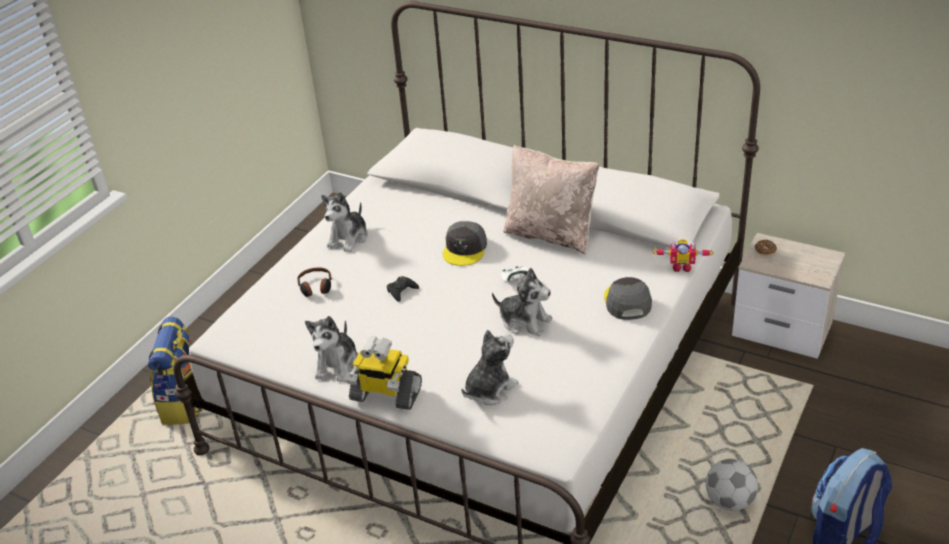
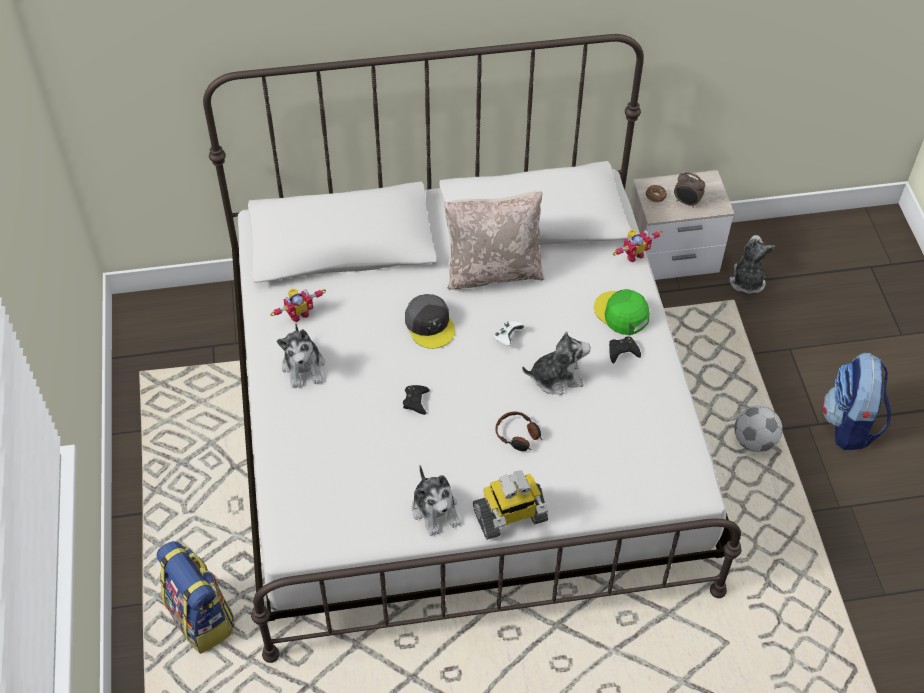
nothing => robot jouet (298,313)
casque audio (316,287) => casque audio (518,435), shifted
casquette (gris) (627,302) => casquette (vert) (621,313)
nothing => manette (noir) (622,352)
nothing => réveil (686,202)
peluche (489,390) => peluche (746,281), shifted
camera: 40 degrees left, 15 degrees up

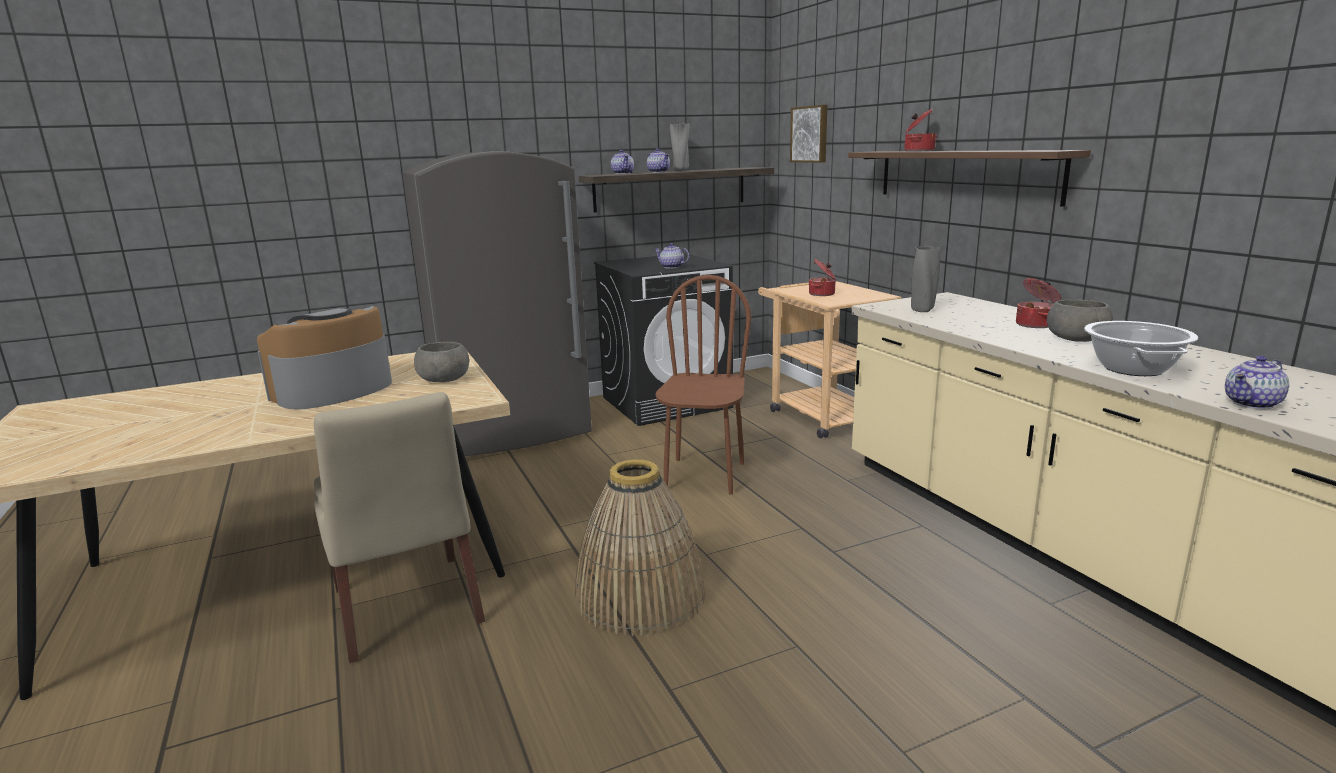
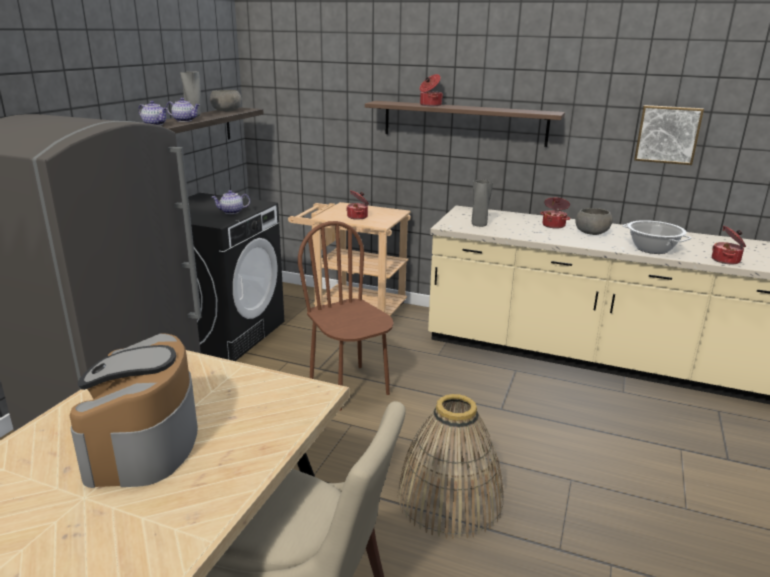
bol (gris) (444,379) => bol (gris) (226,110), shifted
tableau (810,134) => tableau (667,134), shifted
théière (1253,404) => marmite (726,260)
camera: 45 degrees left, 5 degrees up

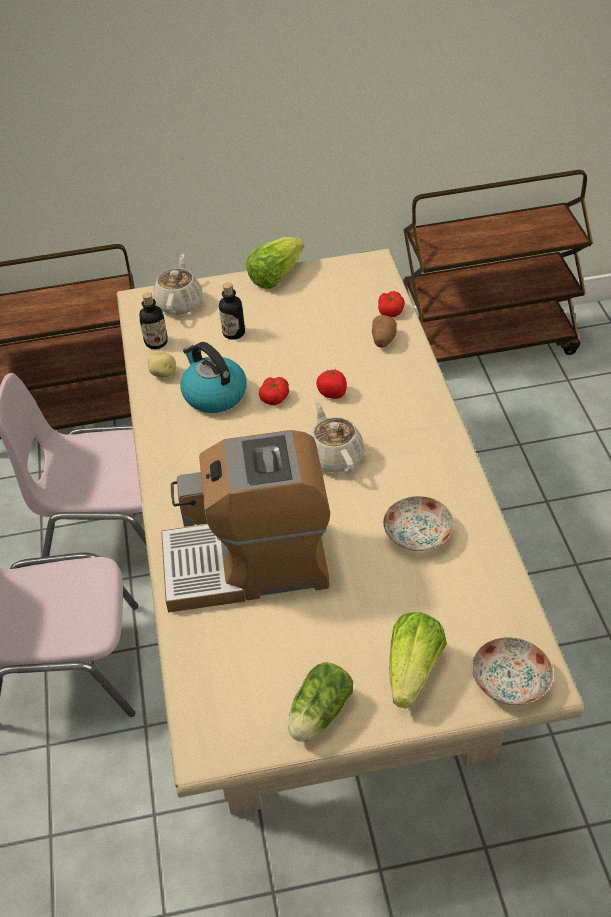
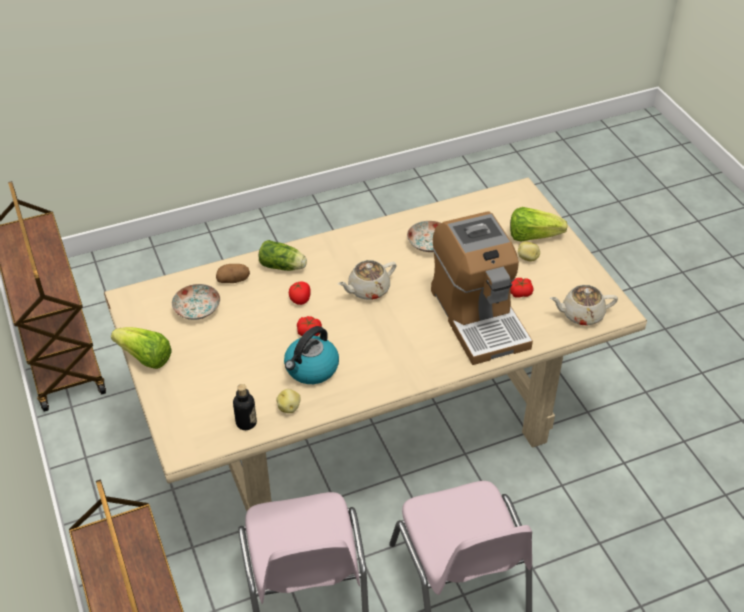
assiette (509,681) => assiette (197,309), shifted
laitue (318,716) => laitue (283,267), shifted
tomate (391,311) => tomate (520,292), shifted
nothing => pomme de terre (528,258)
théière (beige) (179,303) => théière (beige) (581,314), shifted
bouteille (234,333) => nothing
camera: 105 degrees left, 0 degrees up

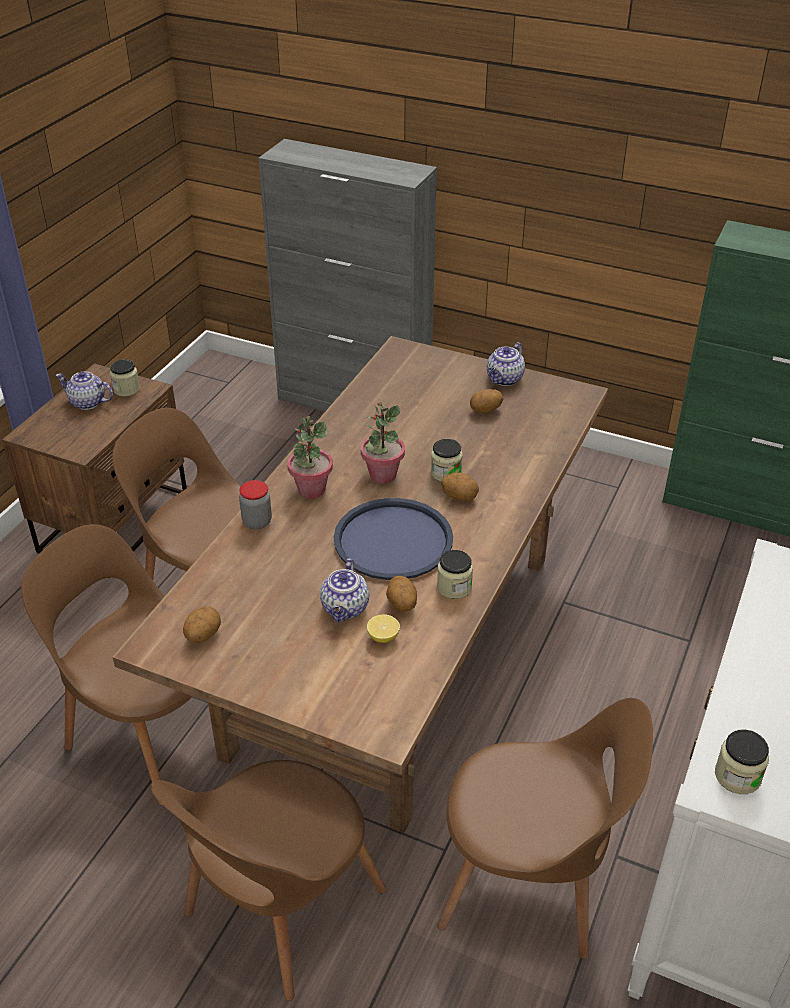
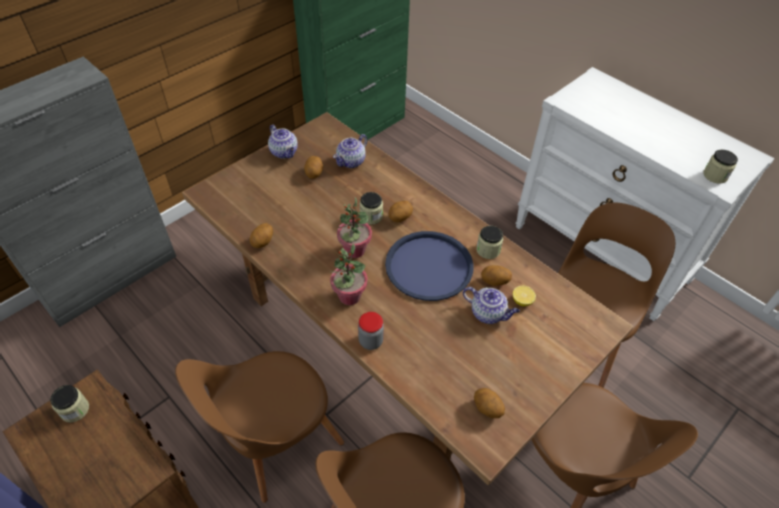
nothing => pomme de terre (263,242)
théière (88,403) => théière (351,161), shifted
camera: 70 degrees left, 10 degrees up

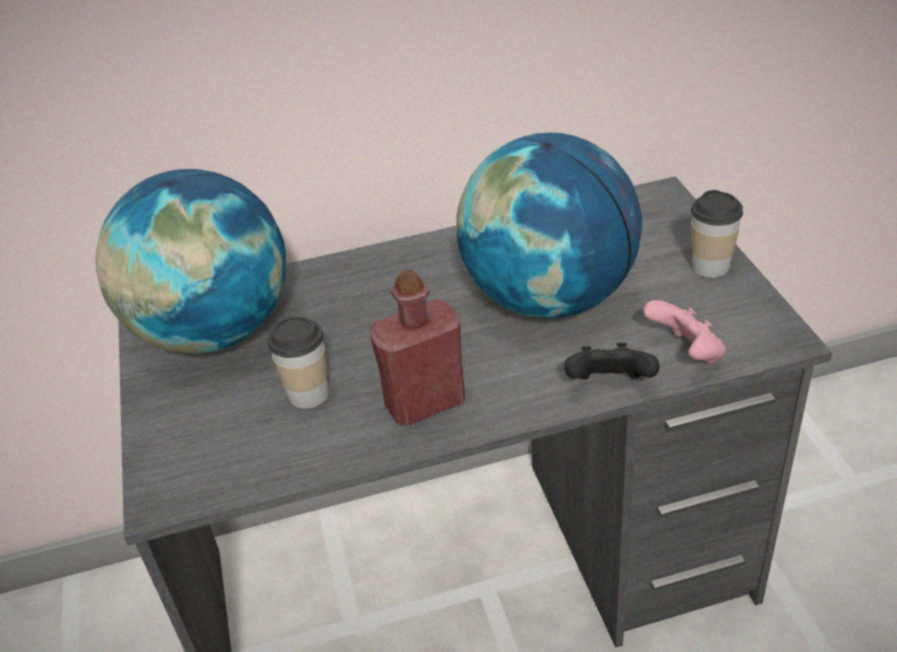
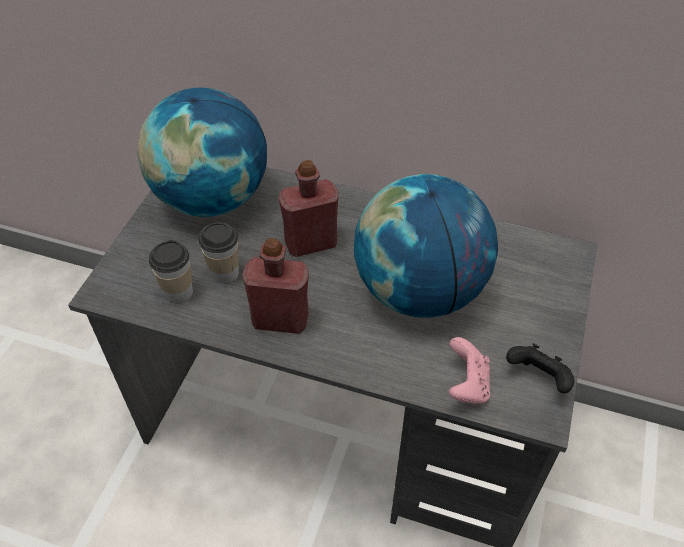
tasse (710,266) => tasse (178,292), shifted
nothing => bouteille (rouge) (311,243)
manette (noir) (609,385) => manette (noir) (538,378), shifted
camera: 30 degrees right, 10 degrees up

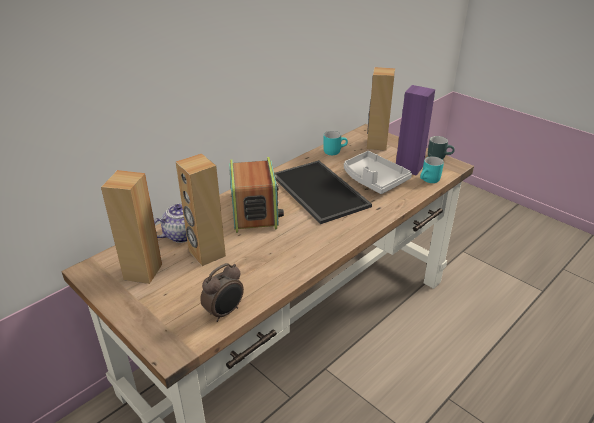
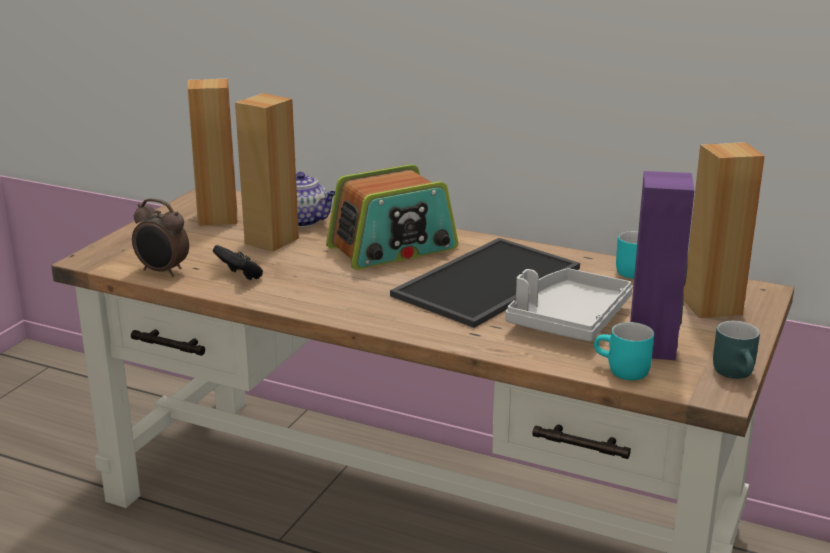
nothing => manette (noir) (240,276)
camera: 70 degrees right, 10 degrees down

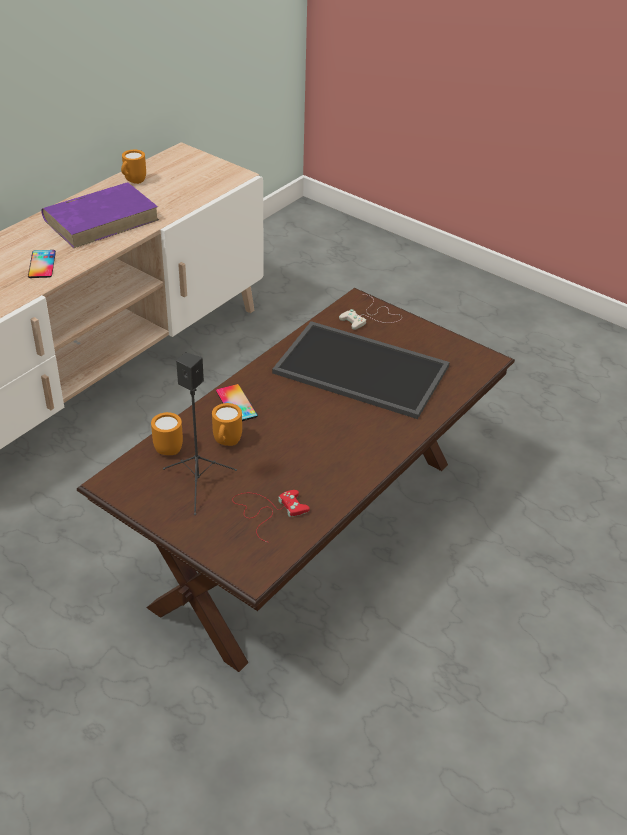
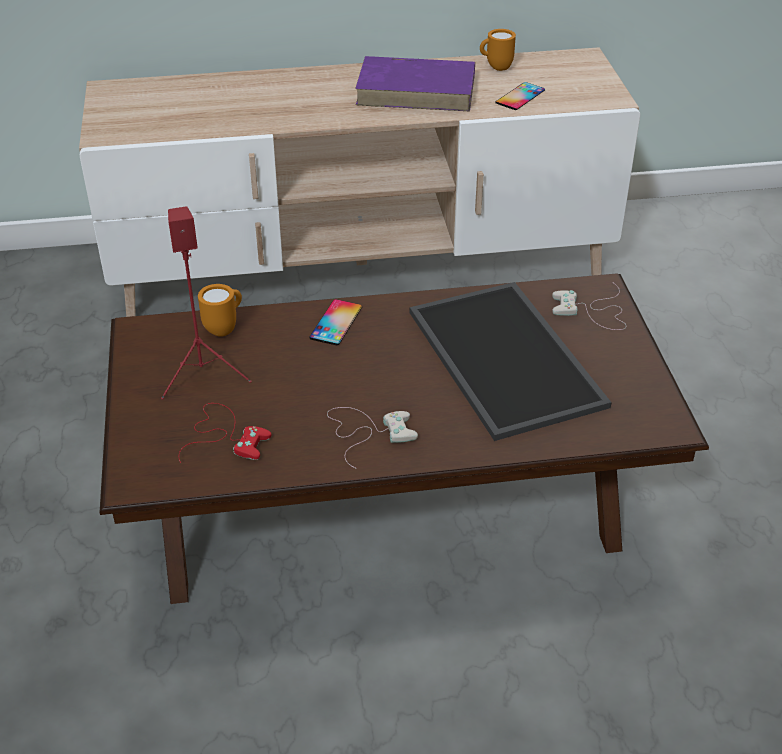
enceinte (noir) (199,483) => enceinte (rouge) (203,374)
nothing => manette (blanc) (367,432)
téléphone (42,264) => téléphone (520,96), shifted
mug (orange) (226,443) => nothing
camera: 45 degrees right, 0 degrees up

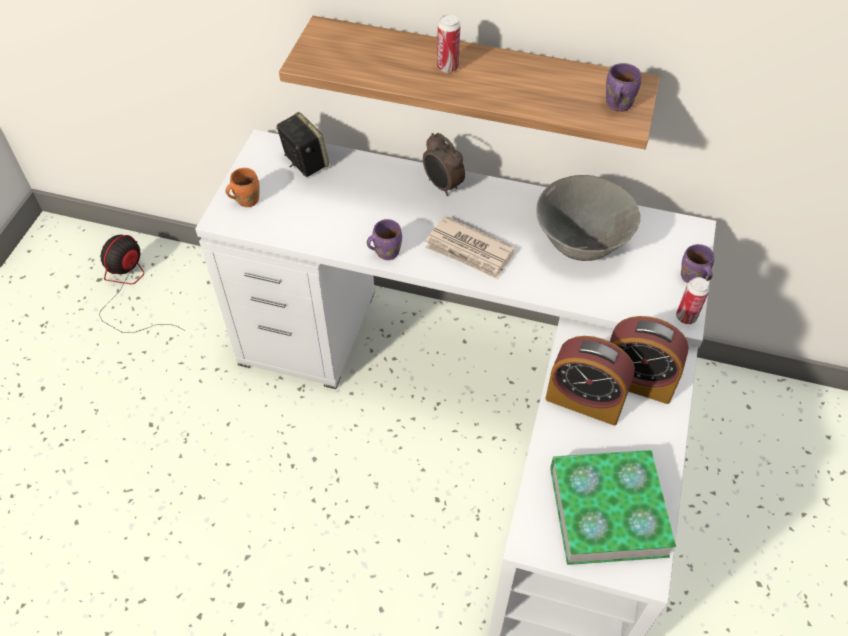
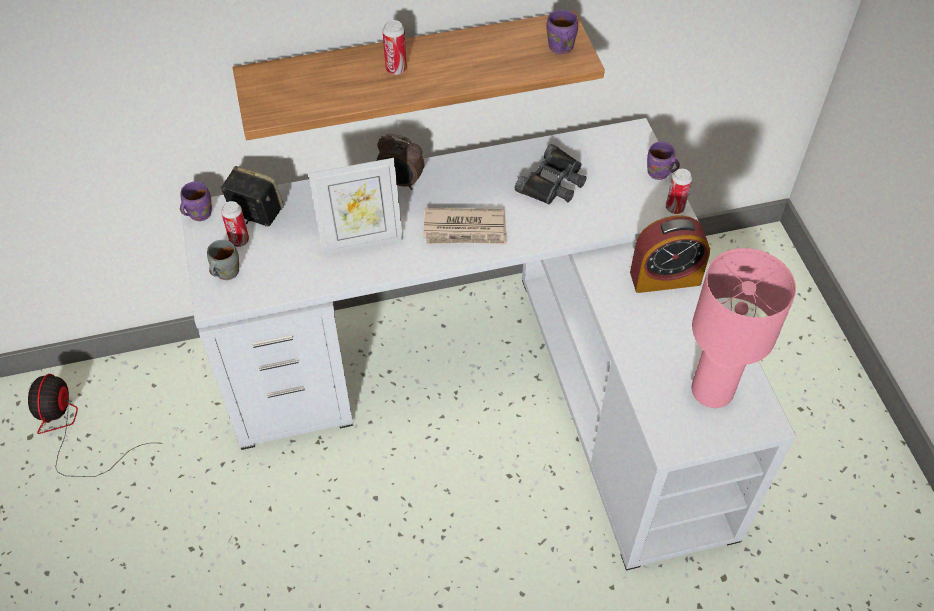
mug (violet) (385,251) => mug (violet) (198,213), shifted
mug (orange) (246,199) => mug (gris) (225,272)
nothing => boîte métallique (239,240)
nothing => cadre photo (361,241)
bol (gris) (581,243) => jumelles (noir) (553,182)
livre (608,511) => lampe de table (rose) (710,390)
réveil (584,400) => nothing
camera: 30 degrees left, 0 degrees up

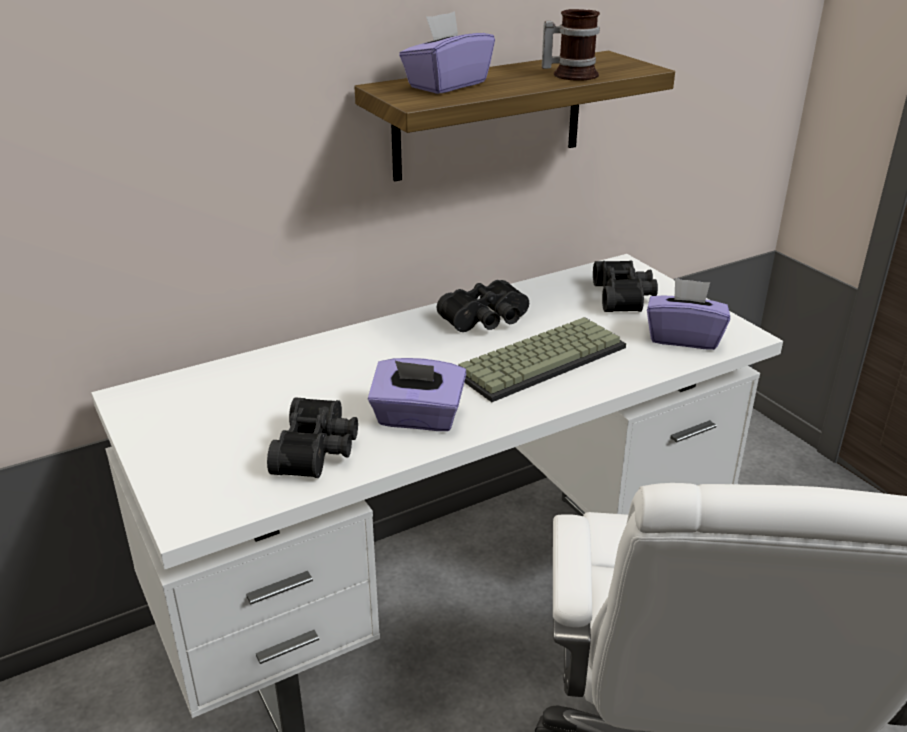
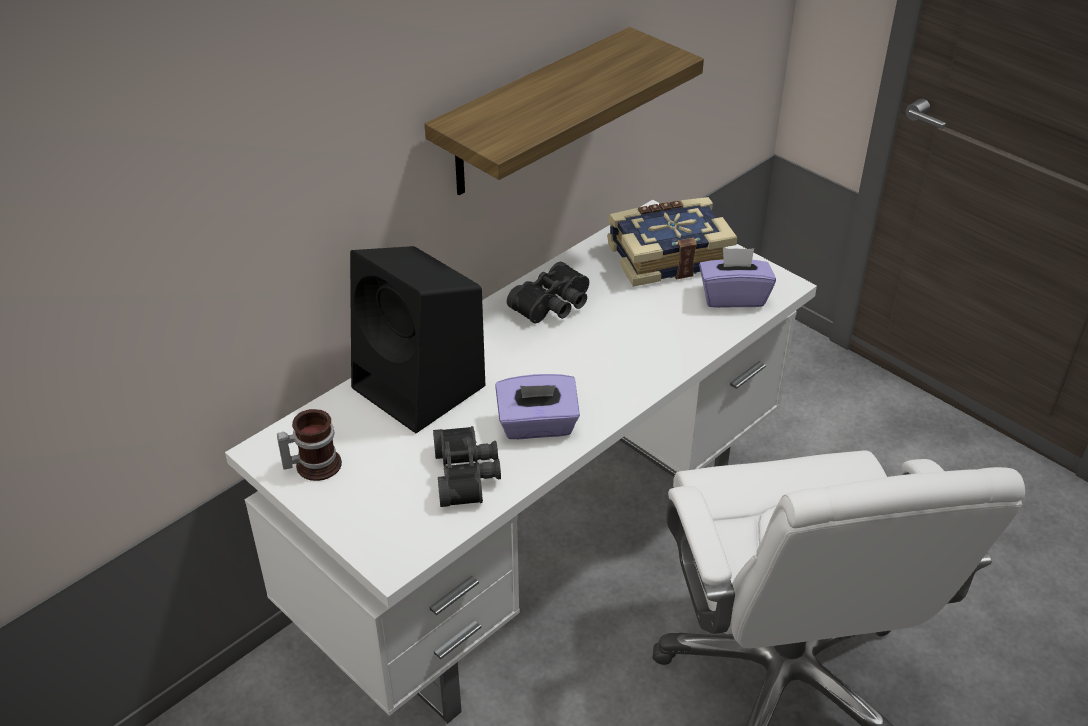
mug (570,74) => mug (313,464), shifted
nothing => enceinte (noir) (422,388)
jumelles (noir) (625,297) => livre (668,256)
boîte à mouchoirs (violet) (446,85) => nothing
clavier (541,359) => nothing
camera: 15 degrees left, 10 degrees up

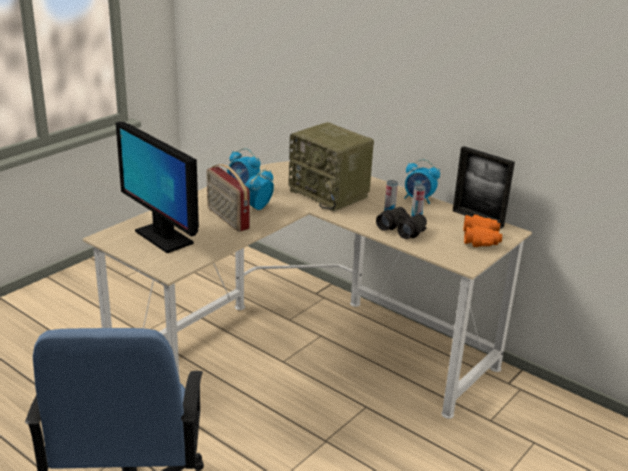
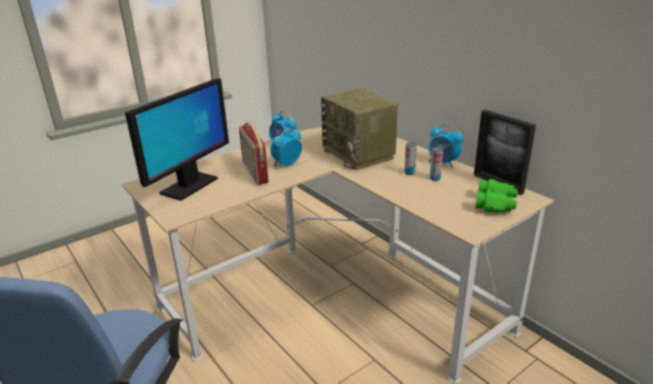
écran d'ordinateur (163,237) => écran d'ordinateur (189,186), 120 degrees counterclockwise
jumelles (orange) (481,239) => jumelles (vert) (495,204)
jumelles (noir) (402,229) => nothing
camera: 15 degrees right, 0 degrees up

